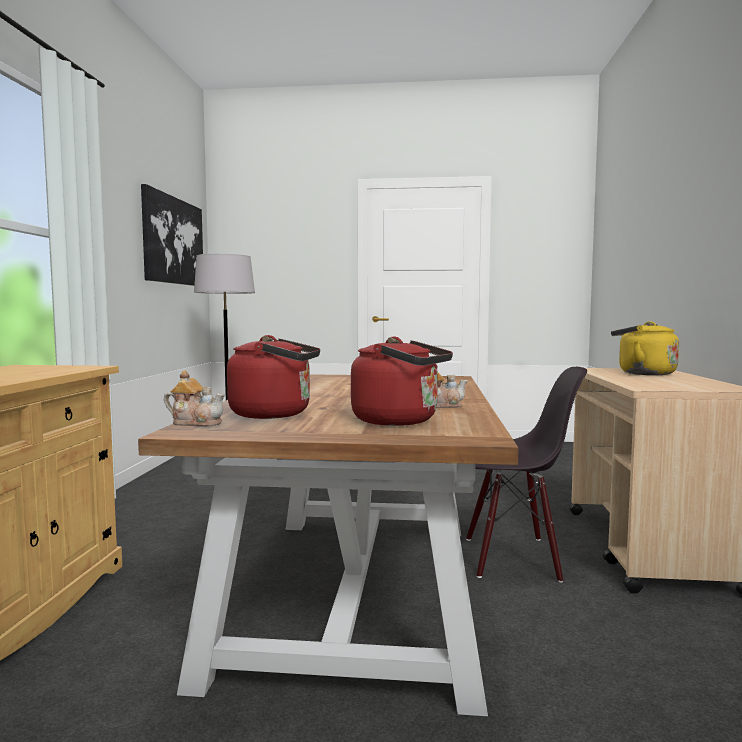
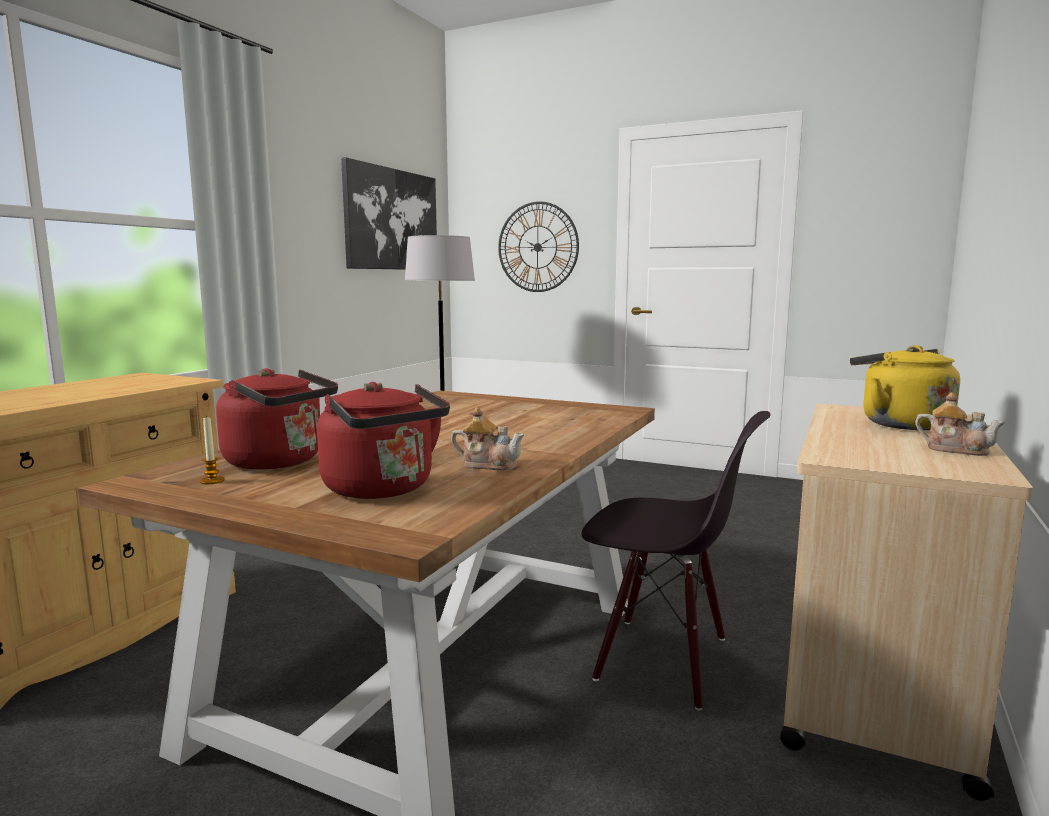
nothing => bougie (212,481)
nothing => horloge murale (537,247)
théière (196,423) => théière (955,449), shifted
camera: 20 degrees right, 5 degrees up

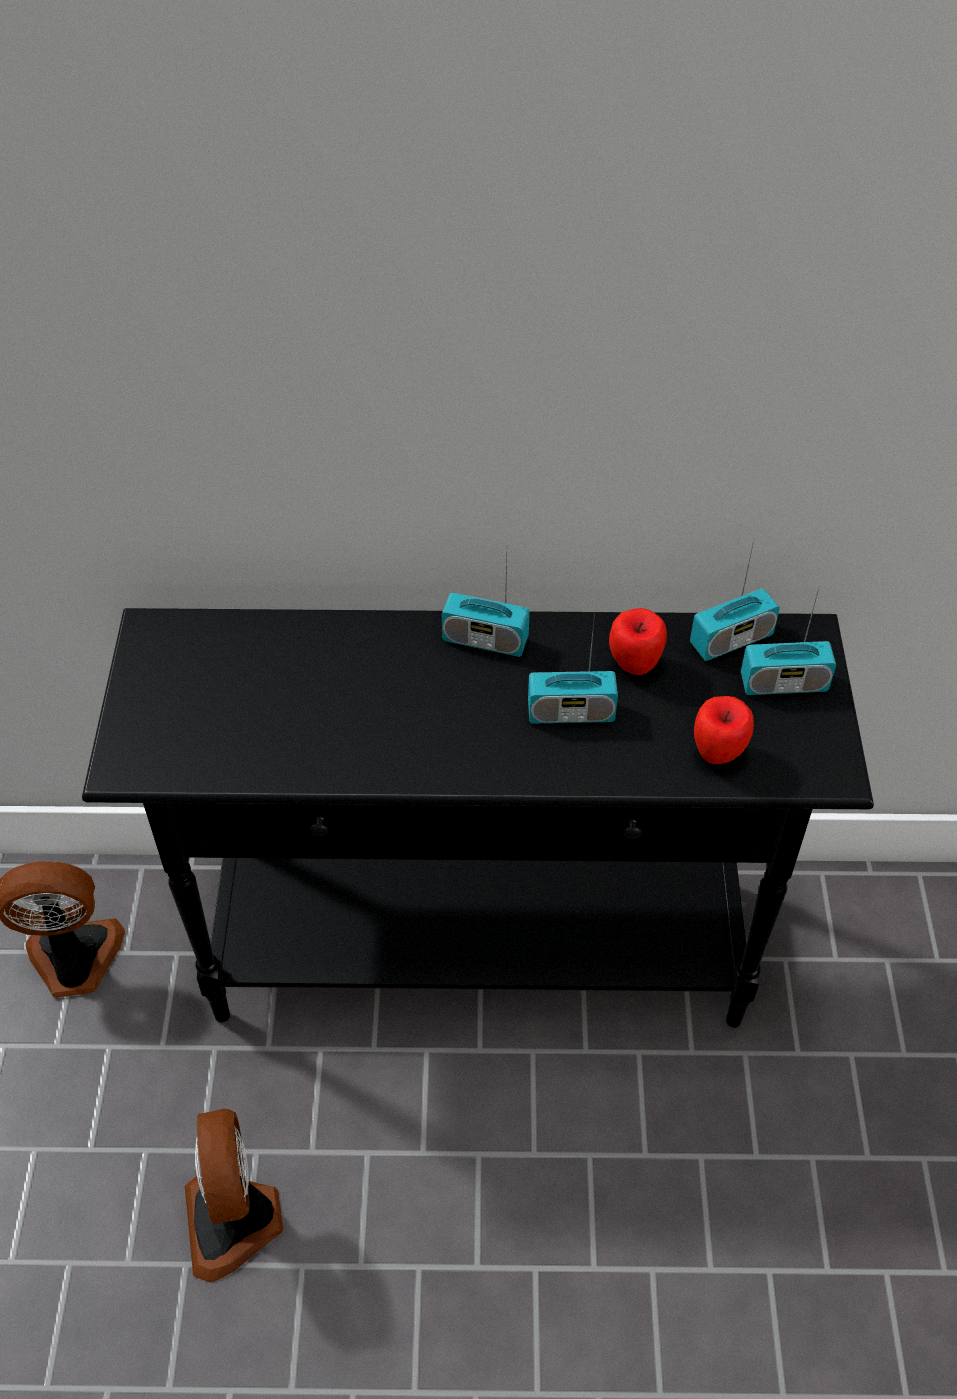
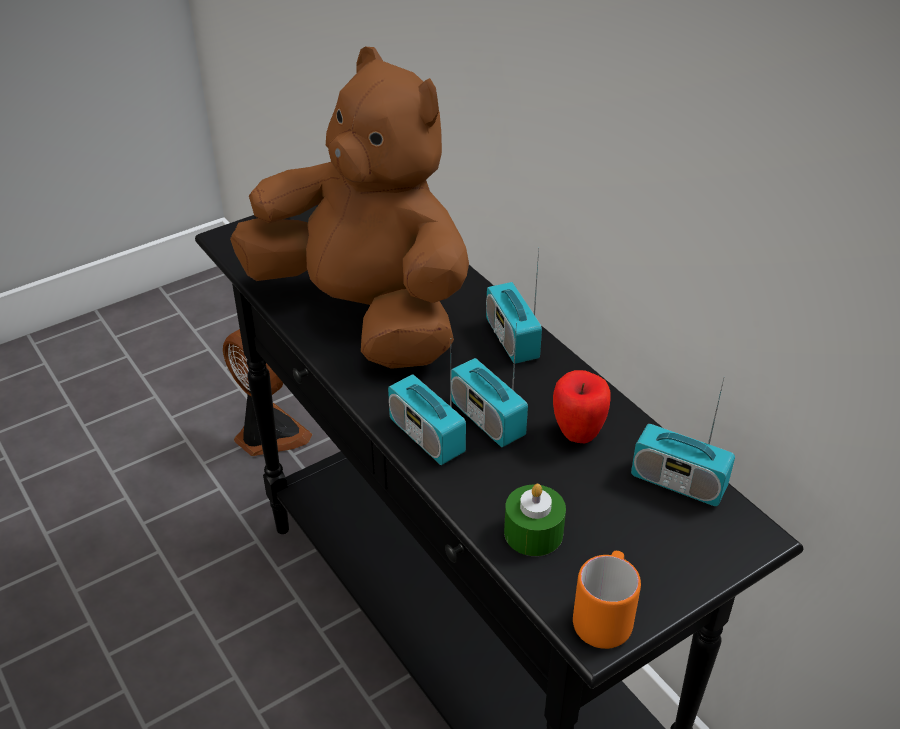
nothing => peluche (marron) (366,313)
radio (783,683) => radio (426,436), shifted
pomme (717,755) => bougie (vert) (533,532)
nothing => mug (orange) (604,617)
ventilateur (235,1220) => nothing
camera: 55 degrees right, 10 degrees down

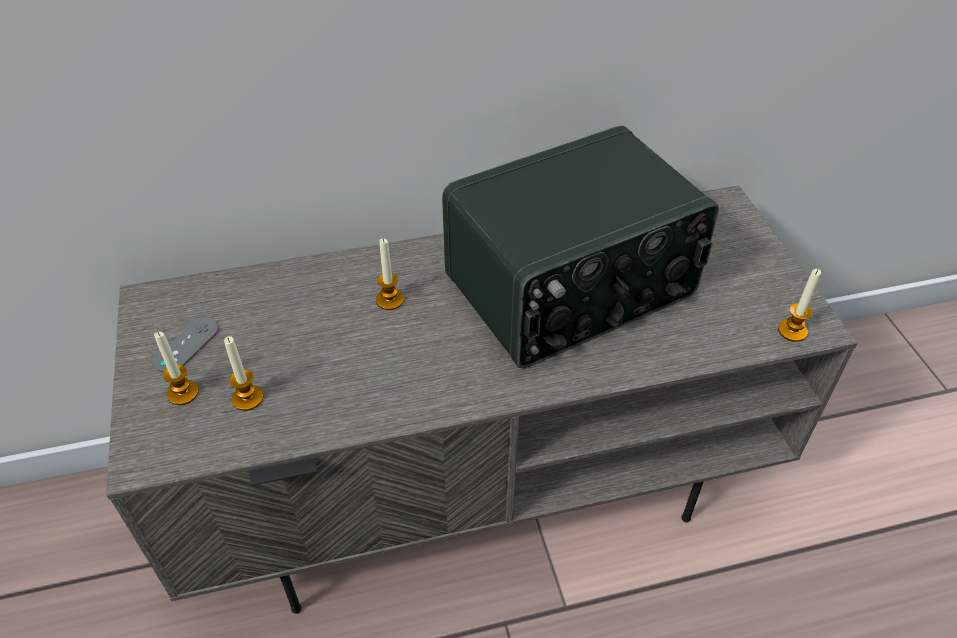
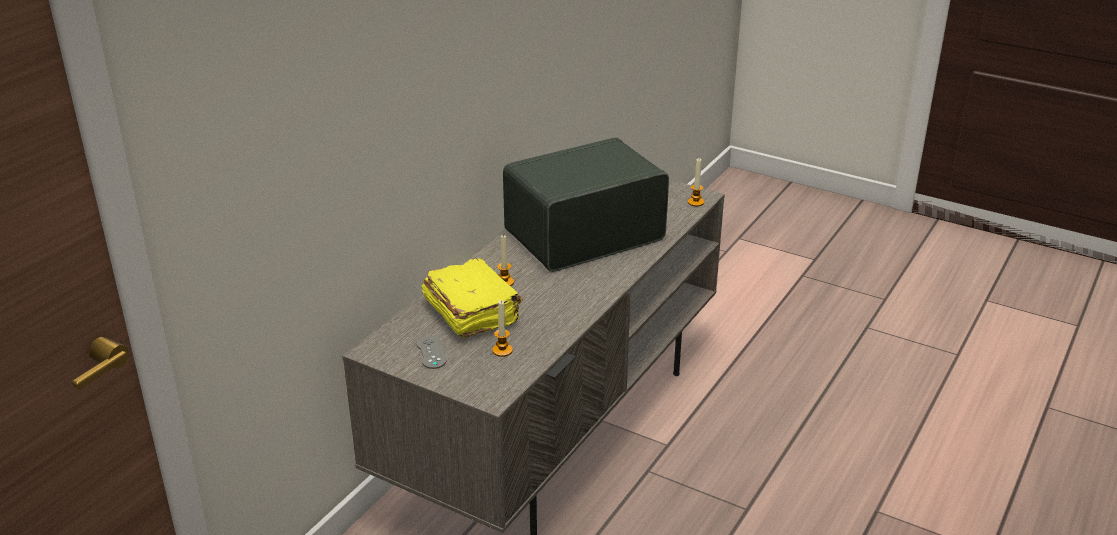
nothing => livre (jaune) (471,312)
radio (572,289) => radio (583,234), 135 degrees counterclockwise
bougie (183,393) => nothing
camera: 45 degrees left, 15 degrees down

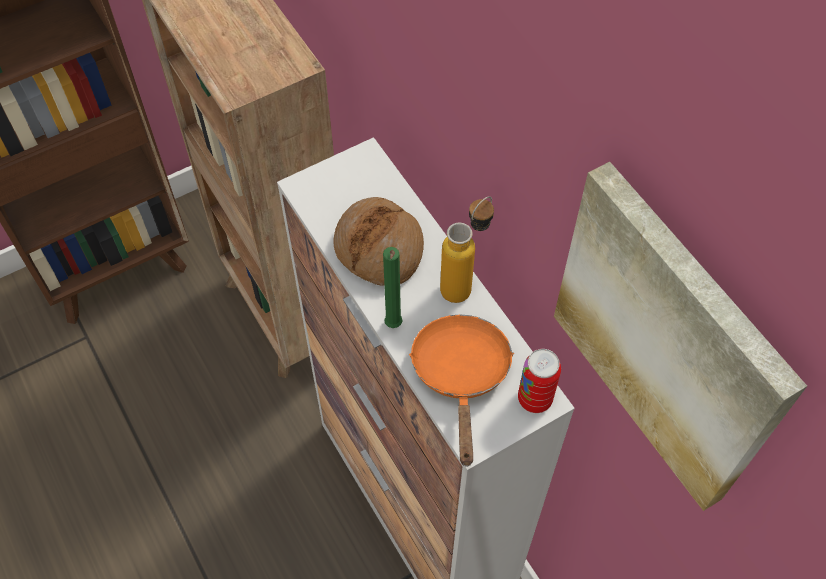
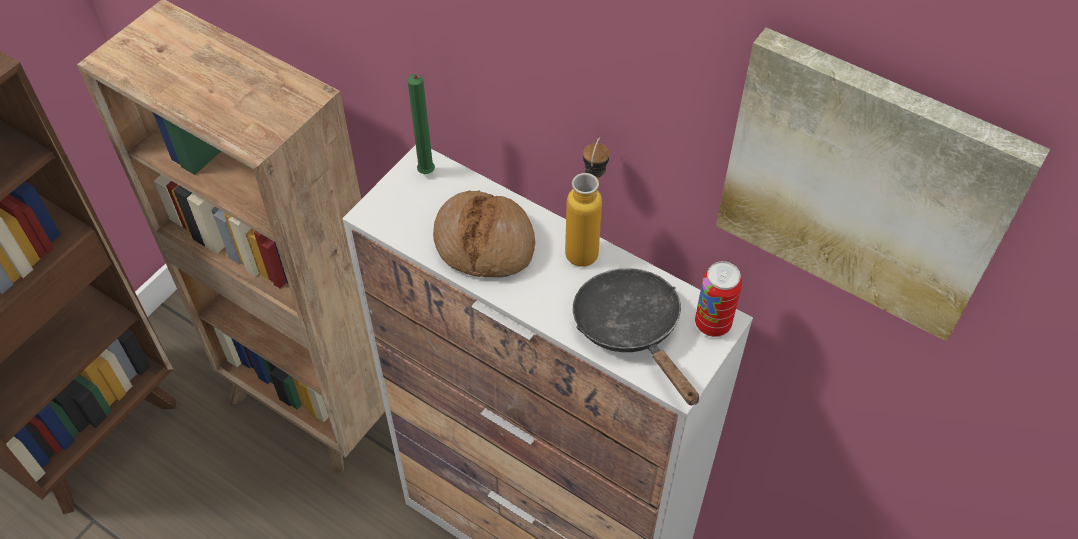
bougie (vert) (393,326) => bougie (vert) (427,174), shifted
poêle (orange) (461,375) => poêle (noir) (632,330)
camera: 25 degrees left, 5 degrees down

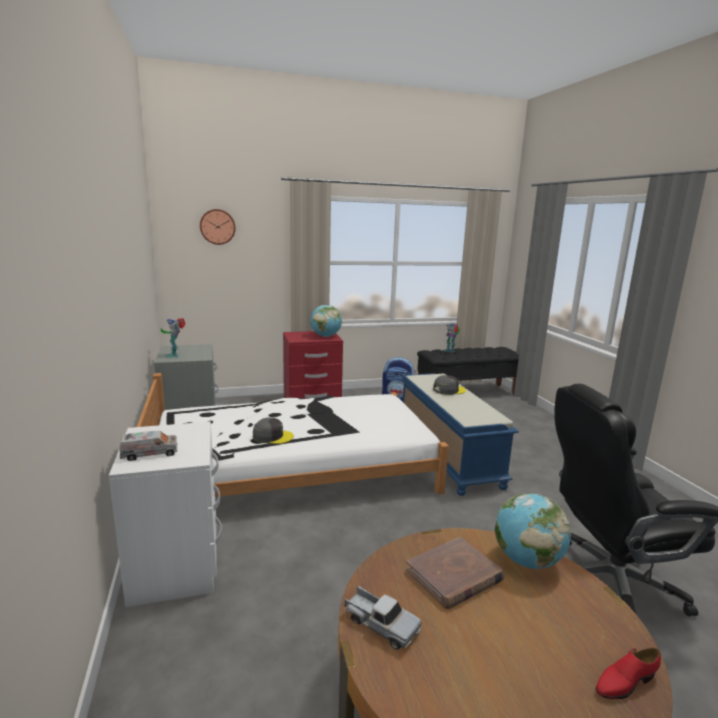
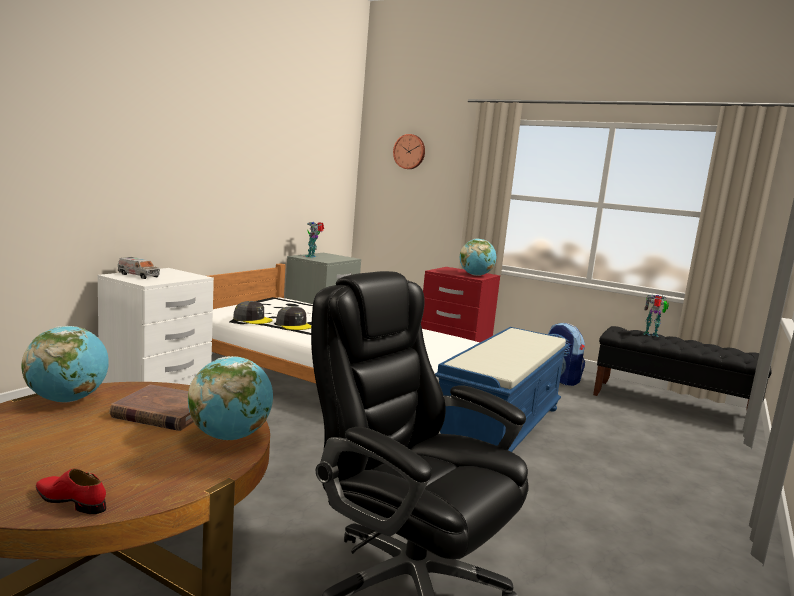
camion jouet (380,624) => globe (68,399)
casquette (gris) (448,390) => casquette (gris) (252,319), shifted
camera: 45 degrees right, 5 degrees down

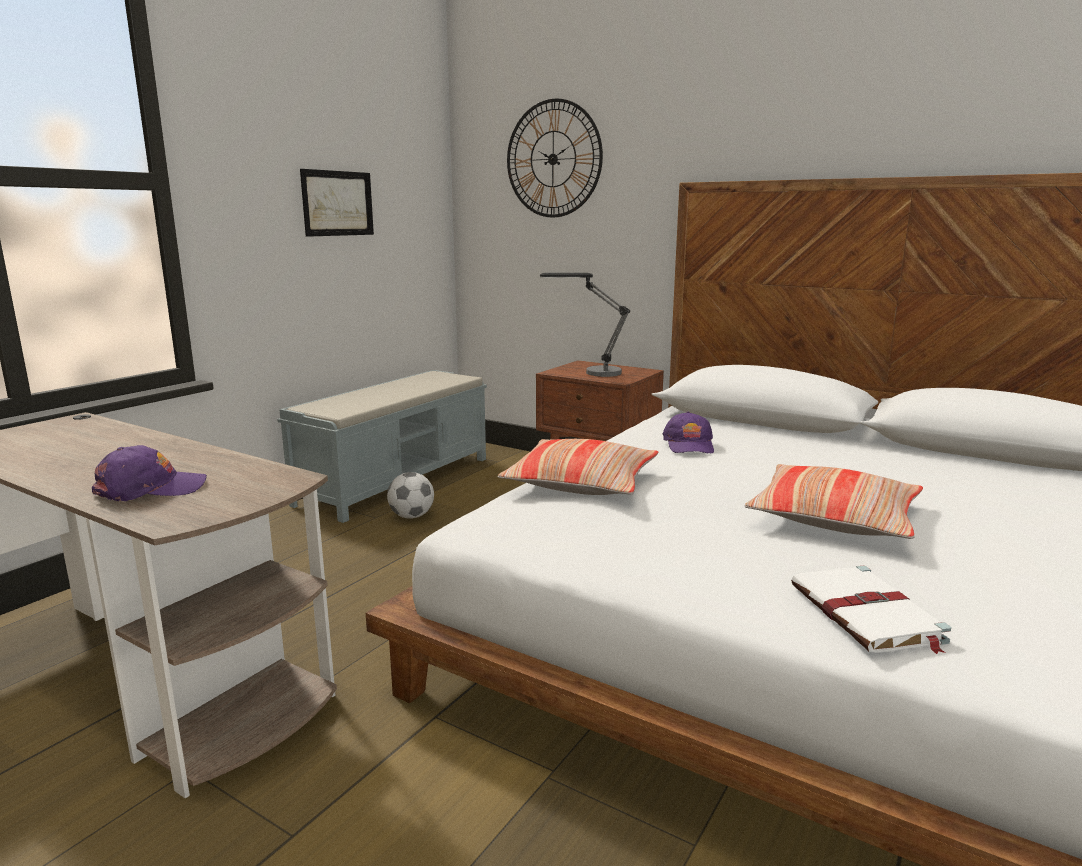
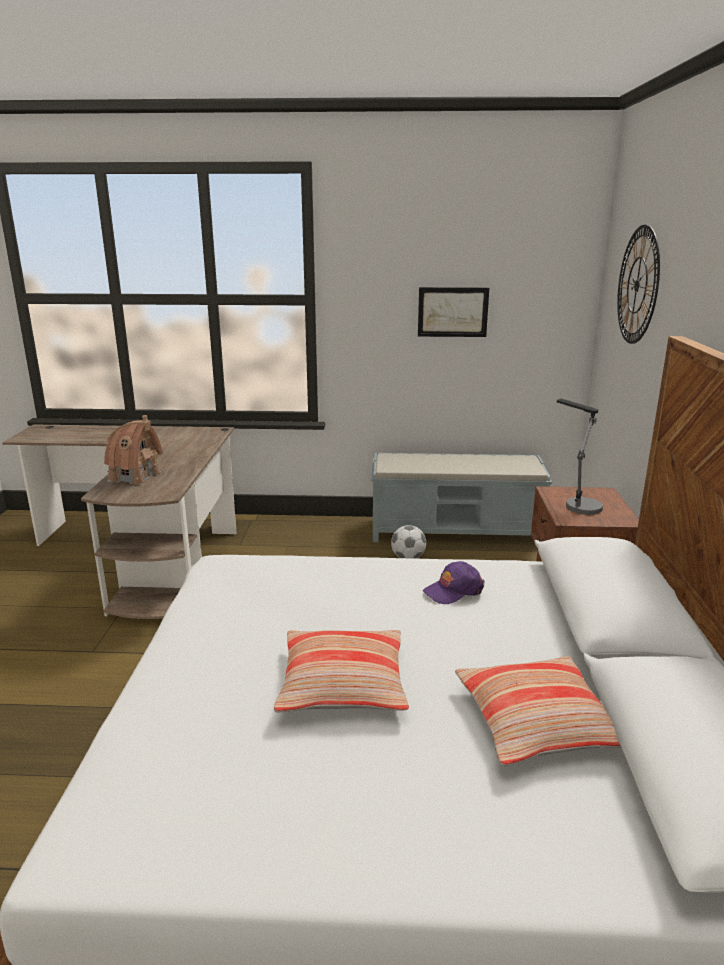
casquette (violet) (150,489) => maison miniature (135,477)
coussin (581,483) => coussin (537,722), shifted
livre (blanc) (867,614) => nothing
camera: 60 degrees right, 5 degrees up

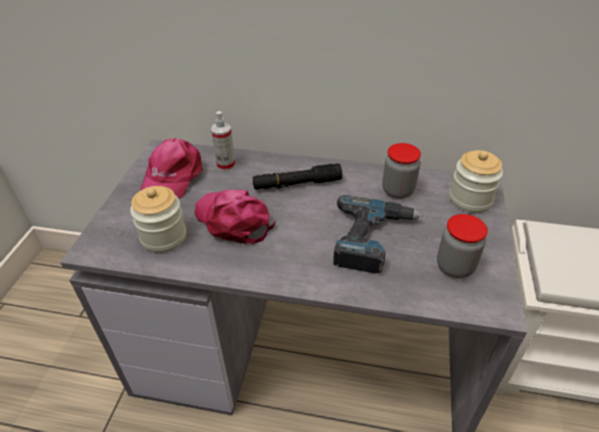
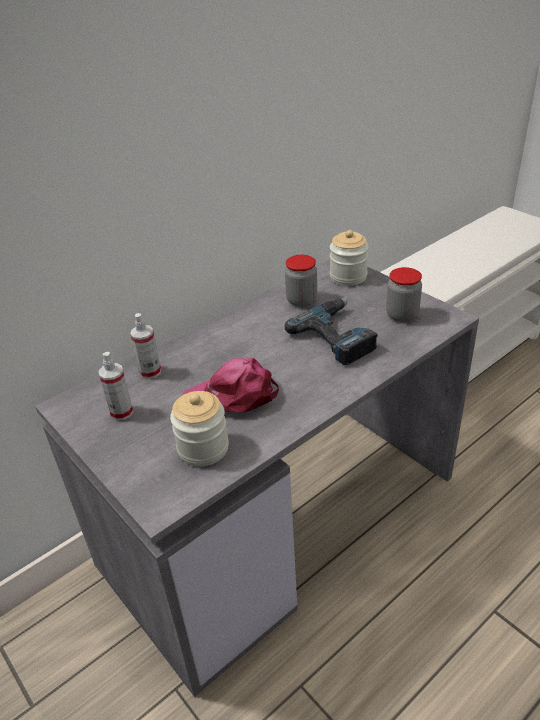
casquette (rose) (172,177) => vaporisateur (121,412)
lampe de poche (noir) (297,184) => nothing
camera: 50 degrees left, 5 degrees down

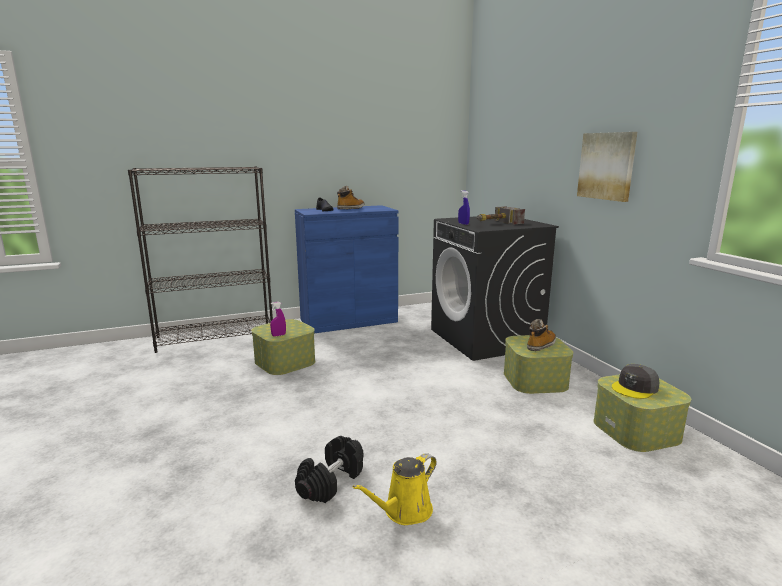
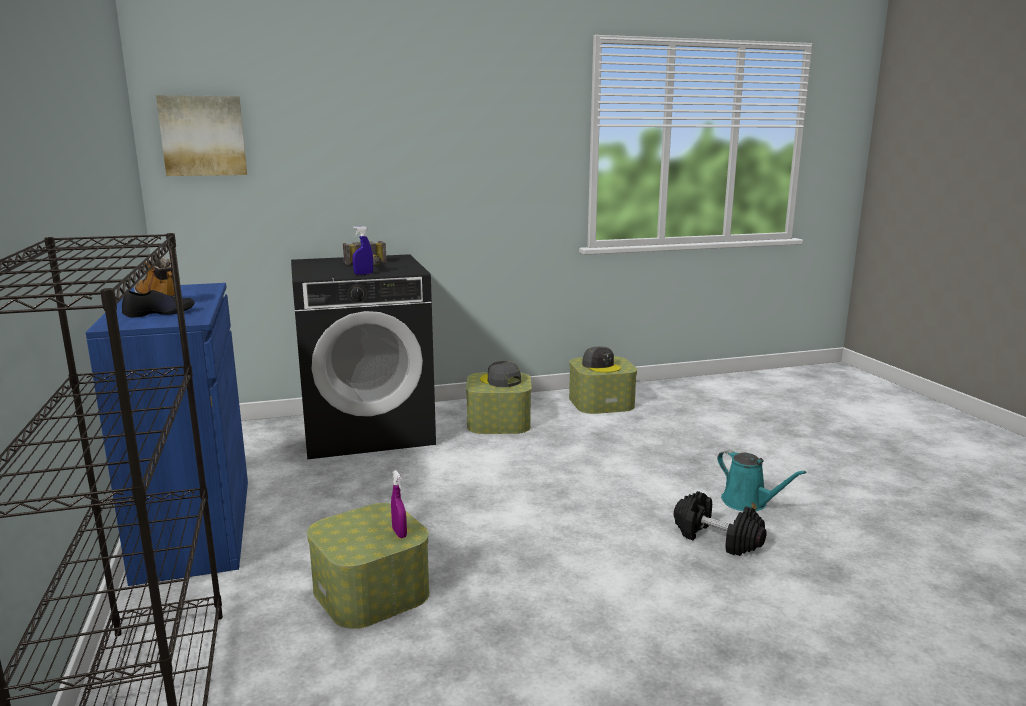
tableau (607,166) => tableau (203,136), shifted
botte (541,345) => casquette (gris) (500,380)
arrosoir (jaune) (404,511) => arrosoir (turquoise) (748,503)
camera: 85 degrees left, 0 degrees up

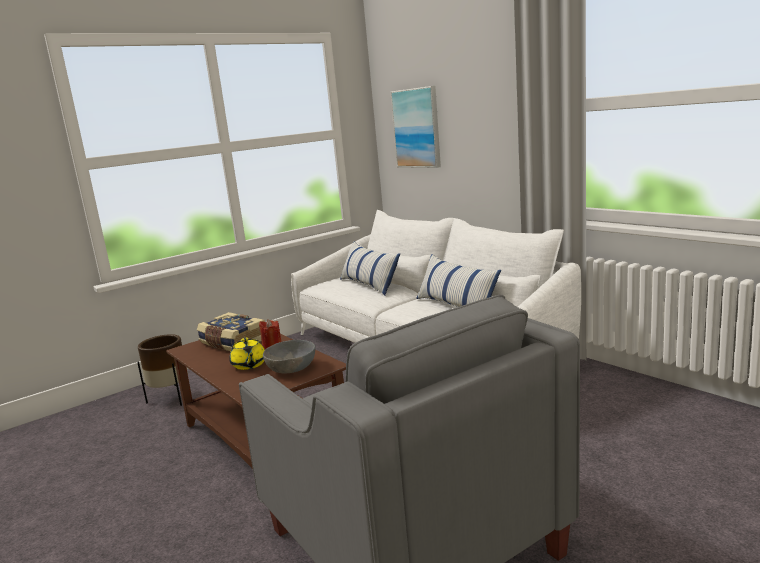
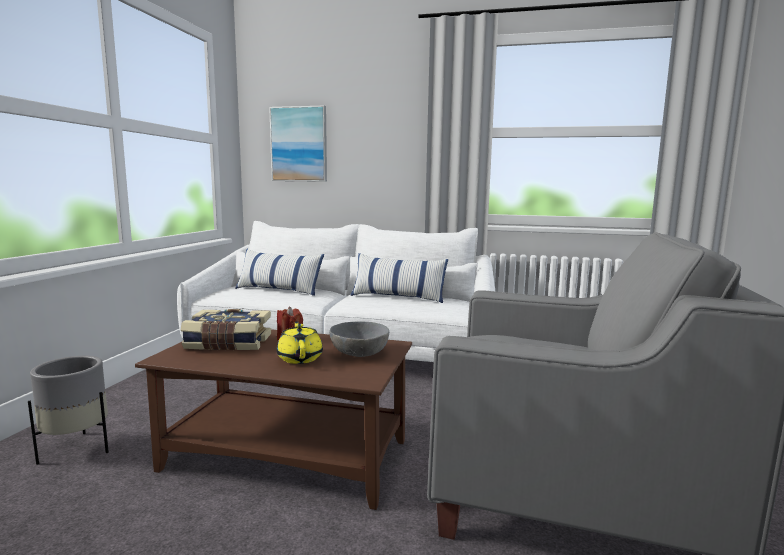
cache-pot (marron) (171,398) => cache-pot (gris) (77,449)
théière (jaune) (249,365) => théière (jaune) (300,358), 135 degrees counterclockwise
camera: 40 degrees left, 5 degrees down

